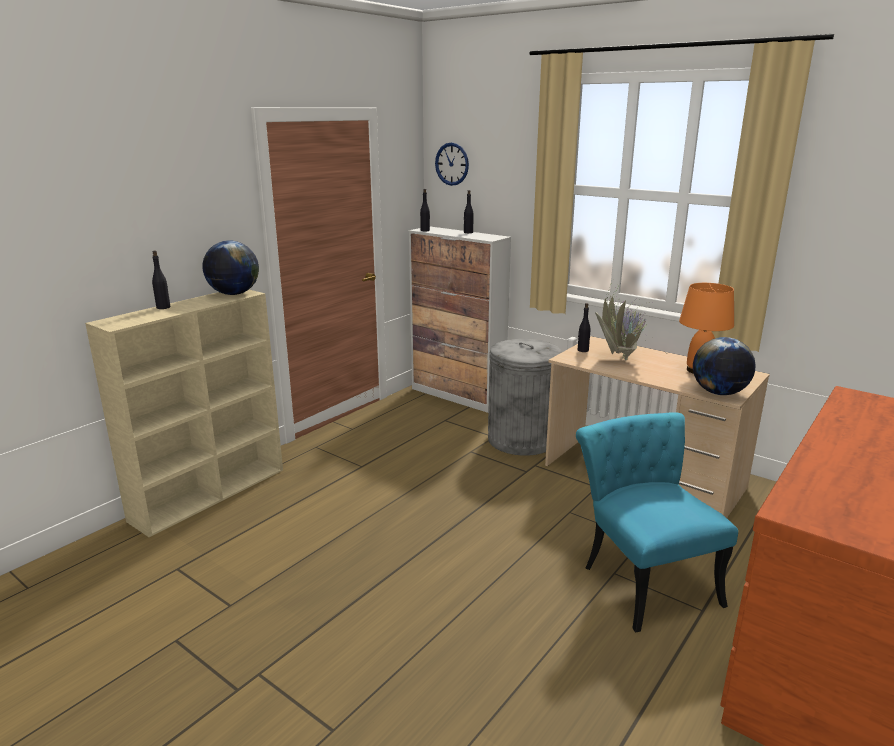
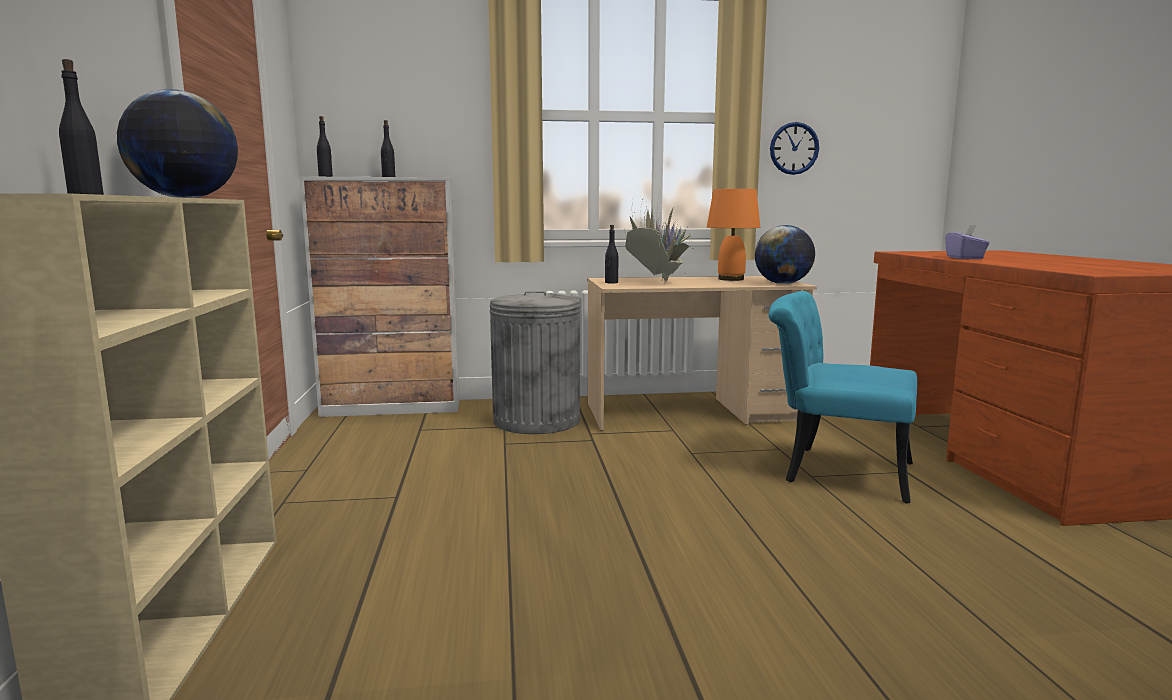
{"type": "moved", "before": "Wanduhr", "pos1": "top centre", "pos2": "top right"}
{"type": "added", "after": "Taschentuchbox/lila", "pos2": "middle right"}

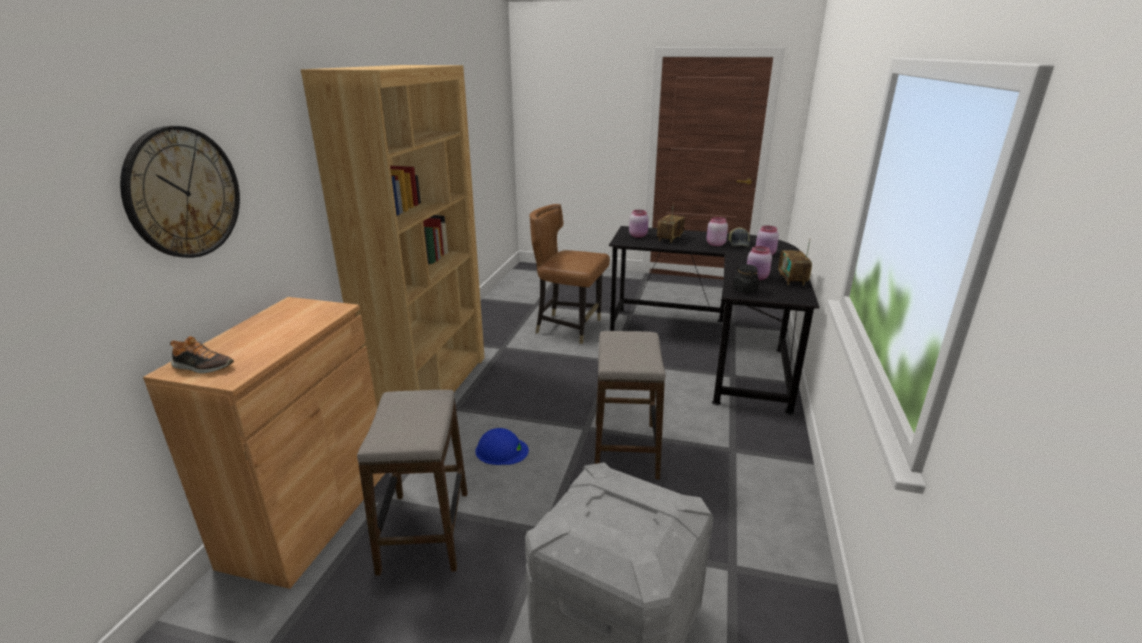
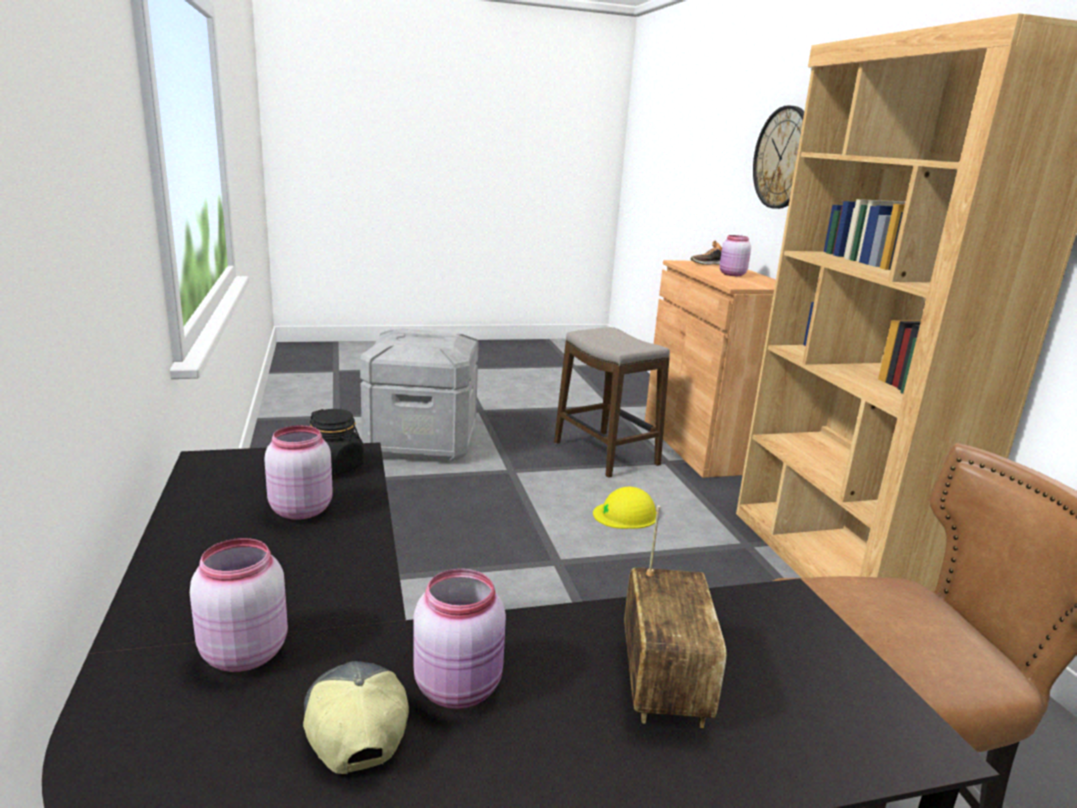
{"type": "moved", "before": "Vorratsglas/rosa (1st from left in the first image)", "after": "Vorratsglas/rosa (4th from left)", "pos1": "centre", "pos2": "top right"}
{"type": "removed", "before": "Radio (2nd from left)", "pos1": "middle right"}
{"type": "removed", "before": "Hocker (2nd from left)", "pos1": "centre"}
{"type": "recoloured", "before": "Schutzhelm/blau", "after": "Schutzhelm/gelb", "pos1": "bottom centre", "pos2": "centre"}

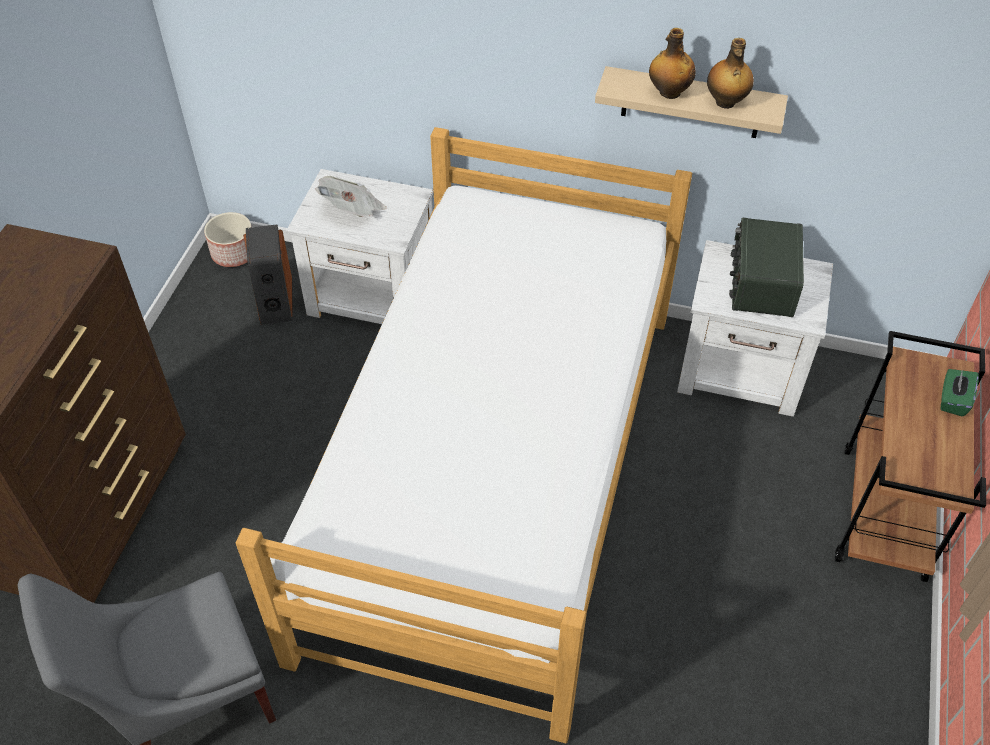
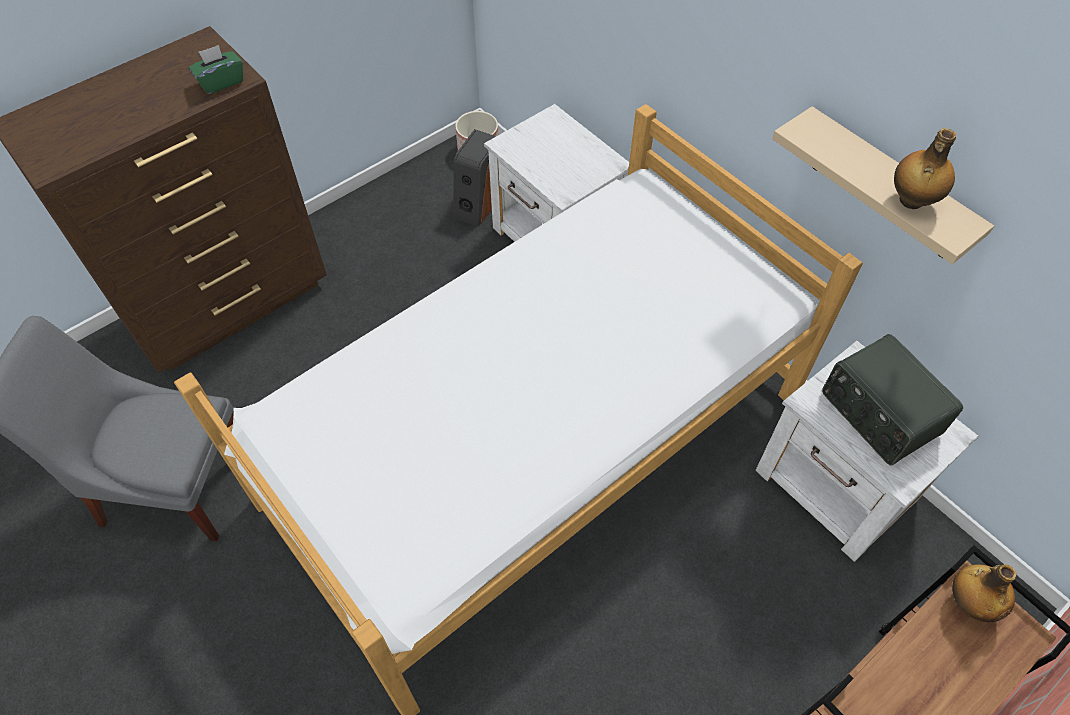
{"type": "moved", "before": "Flasche (1st from left in the first image)", "after": "Flasche (2nd from left)", "pos1": "top right", "pos2": "bottom right"}
{"type": "removed", "before": "Zeitung", "pos1": "top centre"}
{"type": "turned", "before": "Radio", "pos1": "middle right", "pos2": "middle right", "turn": -75}
{"type": "moved", "before": "Taschentuchbox/grün", "pos1": "middle right", "pos2": "top left"}

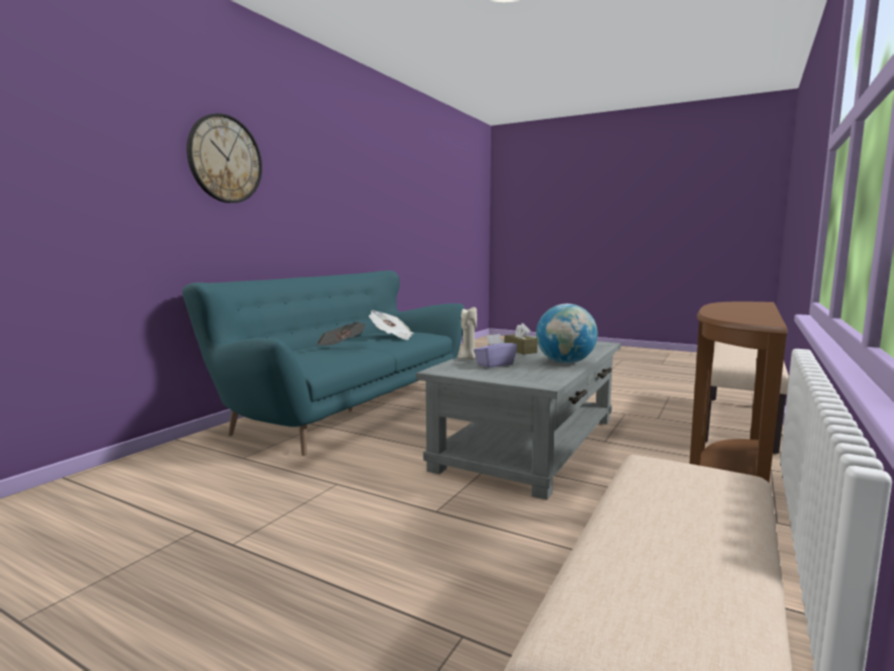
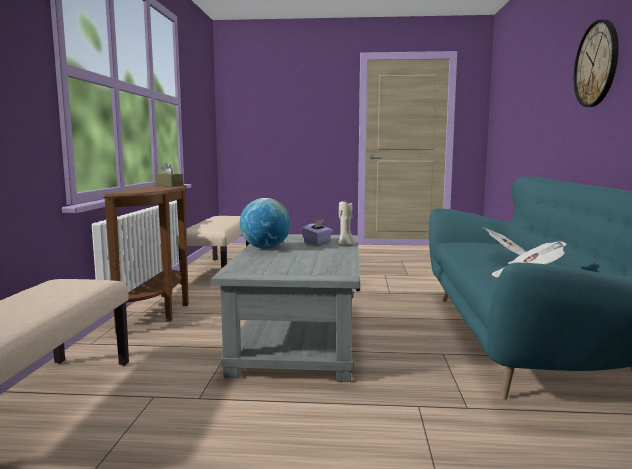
{"type": "moved", "before": "Taschentuchbox/braun", "pos1": "centre", "pos2": "middle left"}

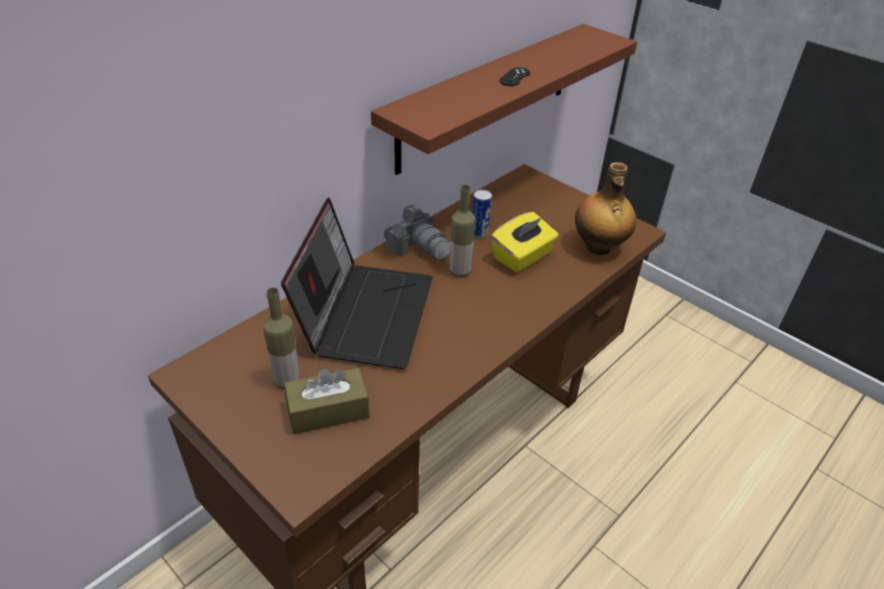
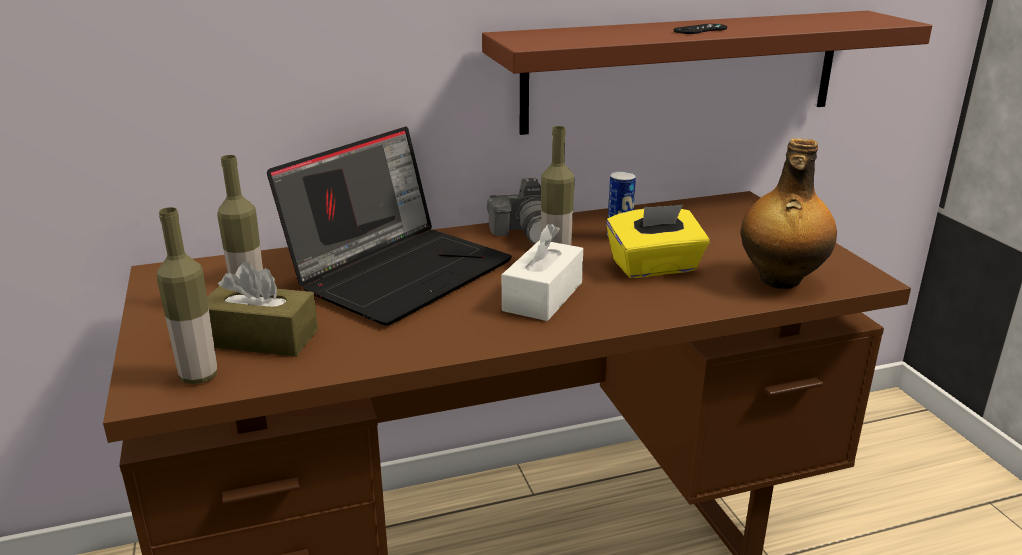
{"type": "added", "after": "Flasche (1st from left)", "pos2": "middle left"}
{"type": "added", "after": "Taschentuchbox/weiß", "pos2": "centre"}

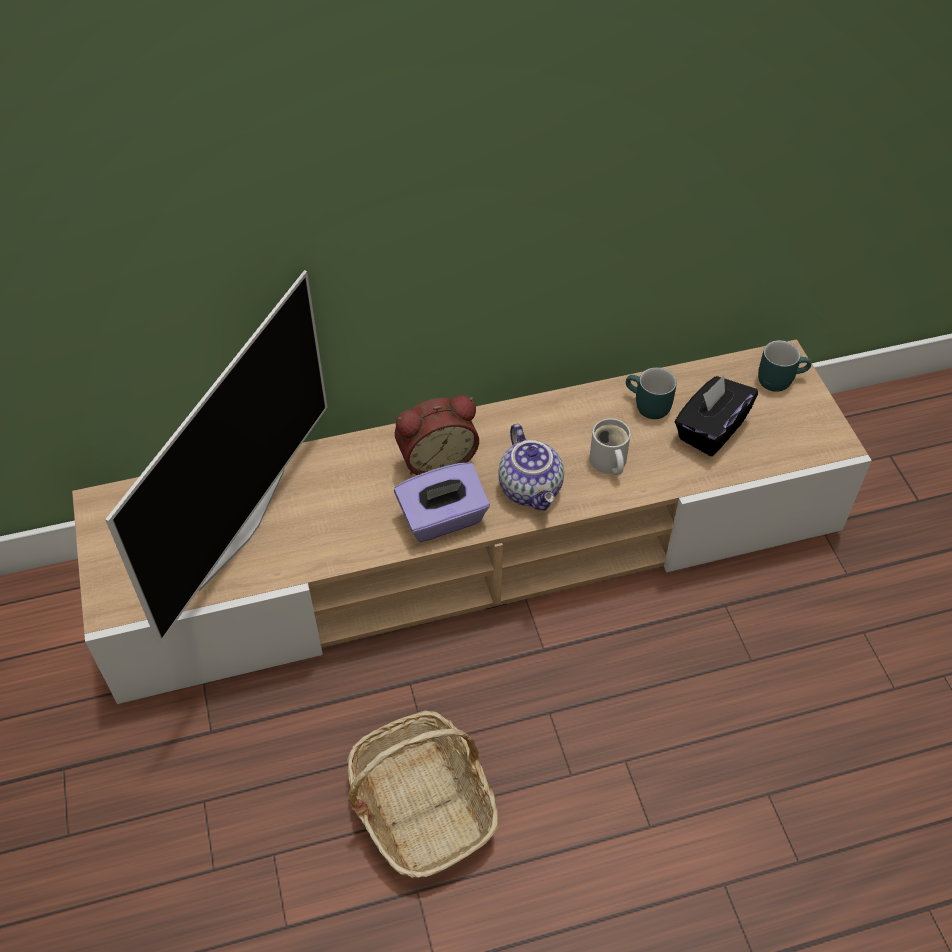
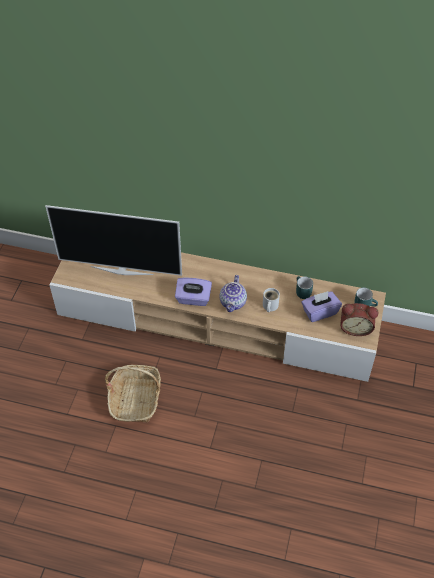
{"type": "turned", "before": "Fernseher", "pos1": "middle left", "pos2": "middle left", "turn": 45}
{"type": "recoloured", "before": "Taschentuchbox/schwarz", "after": "Taschentuchbox/lila (2nd from left)", "pos1": "middle right", "pos2": "middle right"}
{"type": "moved", "before": "Wecker", "pos1": "centre", "pos2": "middle right"}

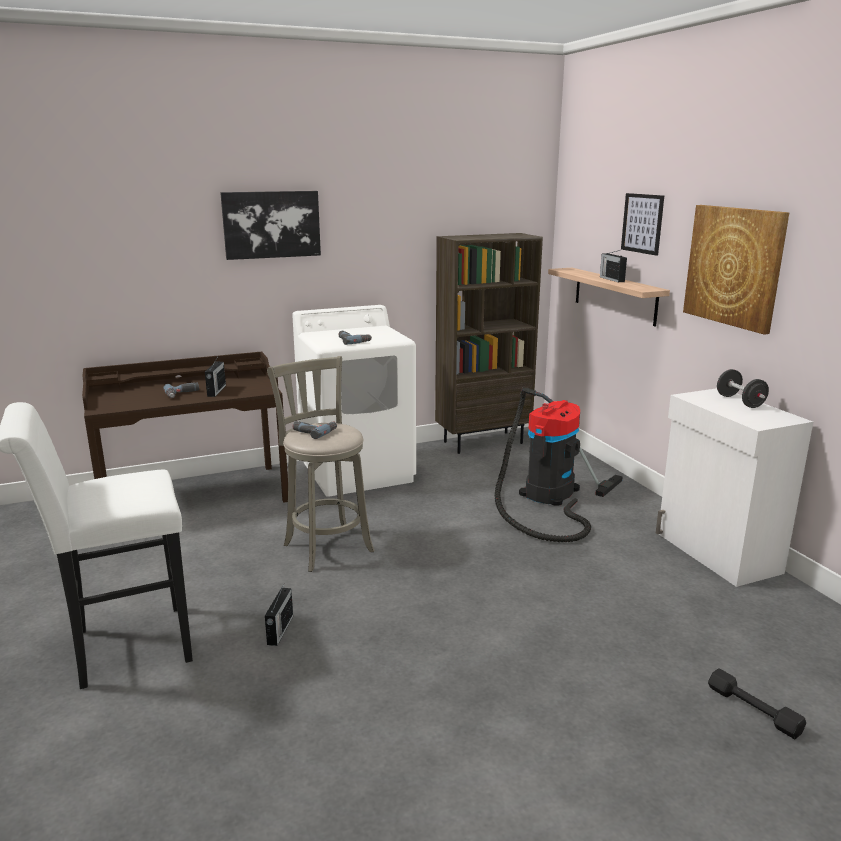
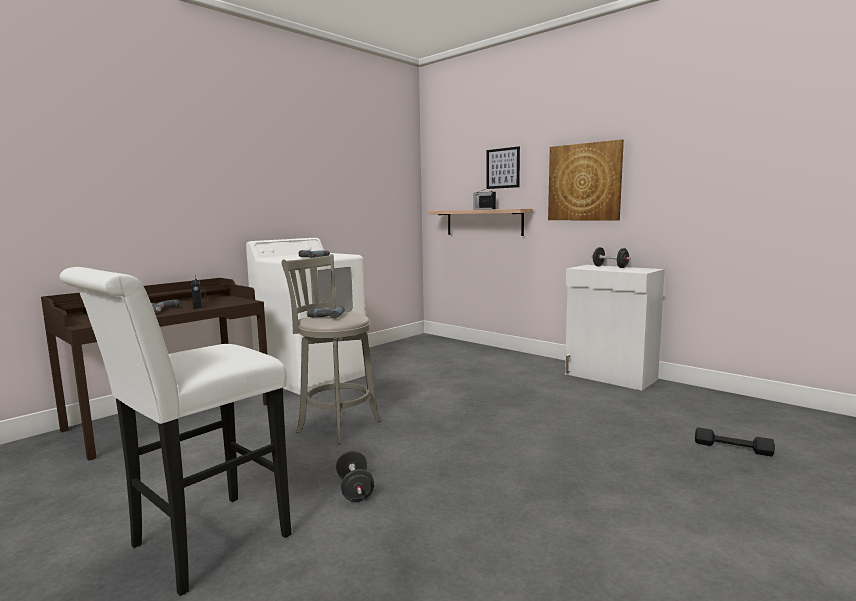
{"type": "removed", "before": "Bild (1st from left)", "pos1": "top left"}
{"type": "removed", "before": "Bücherregal/braun", "pos1": "centre"}
{"type": "removed", "before": "Staubsauger", "pos1": "centre"}
{"type": "replaced", "before": "Radio (2nd from left)", "after": "Hantel/schwarz (1st from left)", "pos1": "bottom left", "pos2": "bottom centre"}

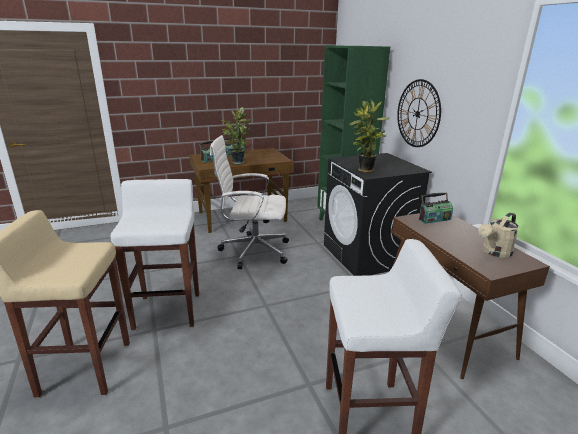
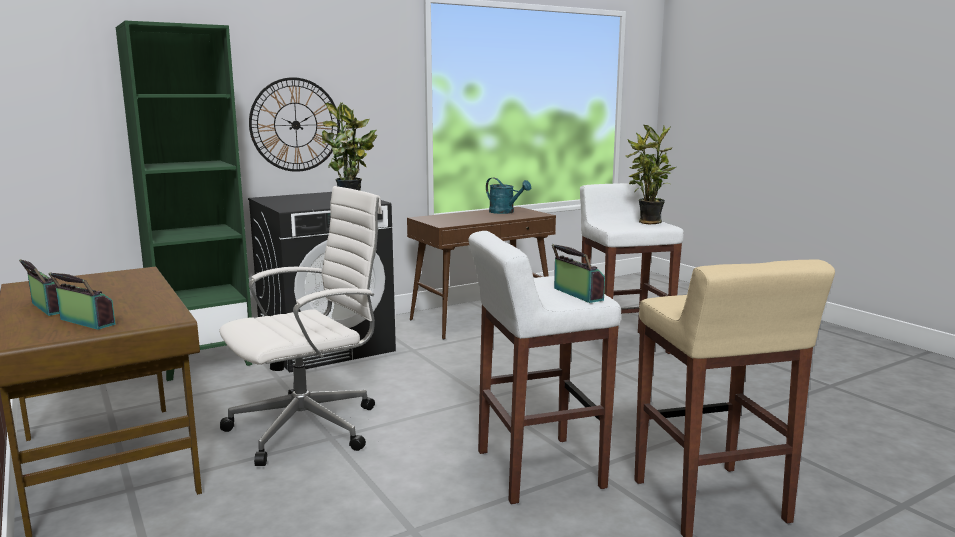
{"type": "moved", "before": "Topfpflanze (1st from left in the first image)", "after": "Topfpflanze (2nd from left)", "pos1": "top centre", "pos2": "top right"}
{"type": "turned", "before": "Bürostuhl/weiß", "pos1": "centre", "pos2": "middle left", "turn": -120}
{"type": "moved", "before": "Radio (3rd from left)", "pos1": "middle right", "pos2": "centre"}
{"type": "recoloured", "before": "Gießkanne/beige", "after": "Gießkanne/türkis", "pos1": "middle right", "pos2": "centre"}

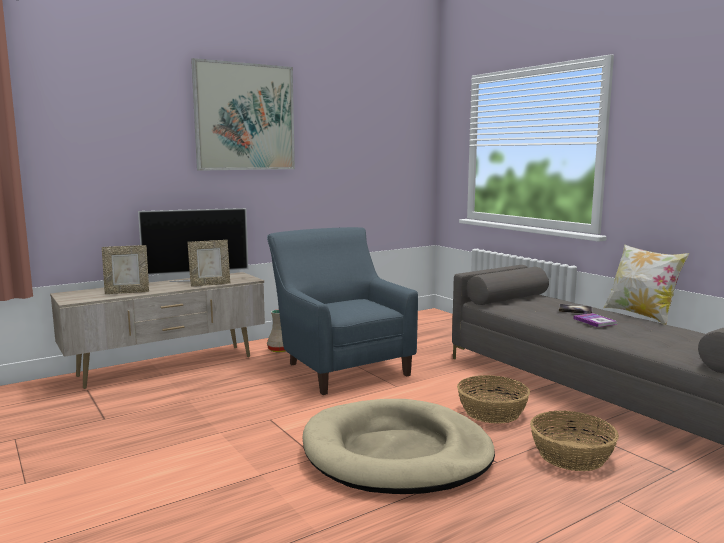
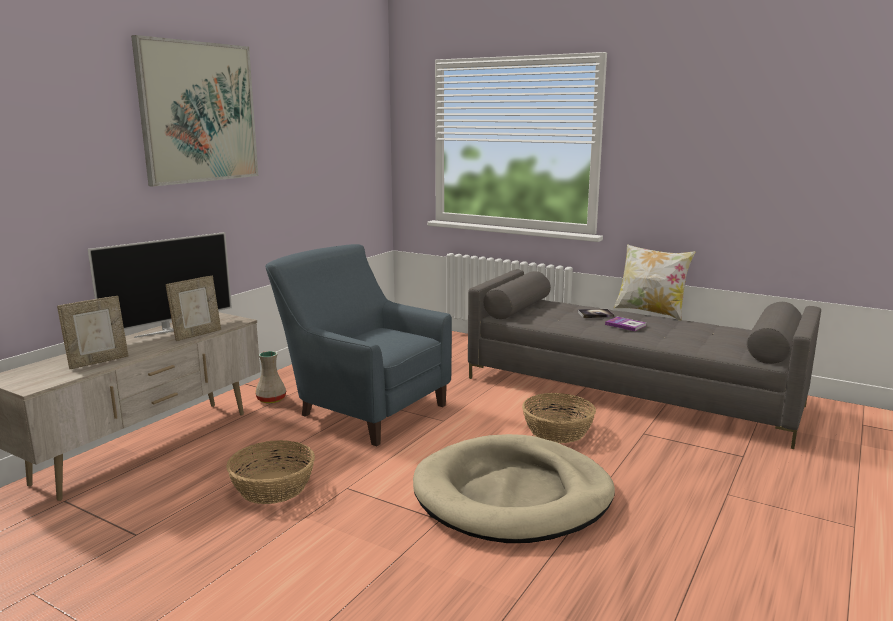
{"type": "moved", "before": "Korb (2nd from left in the first image)", "after": "Korb (1st from left)", "pos1": "bottom right", "pos2": "bottom left"}

